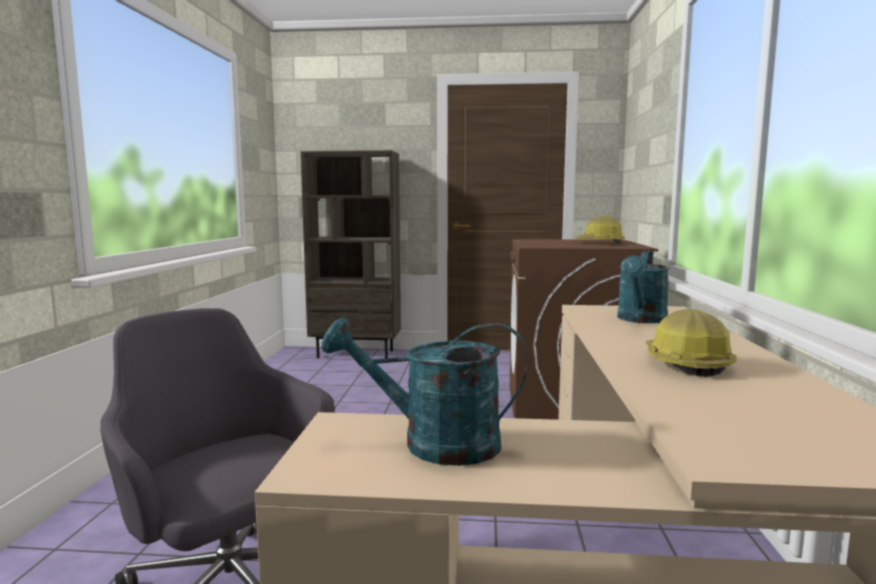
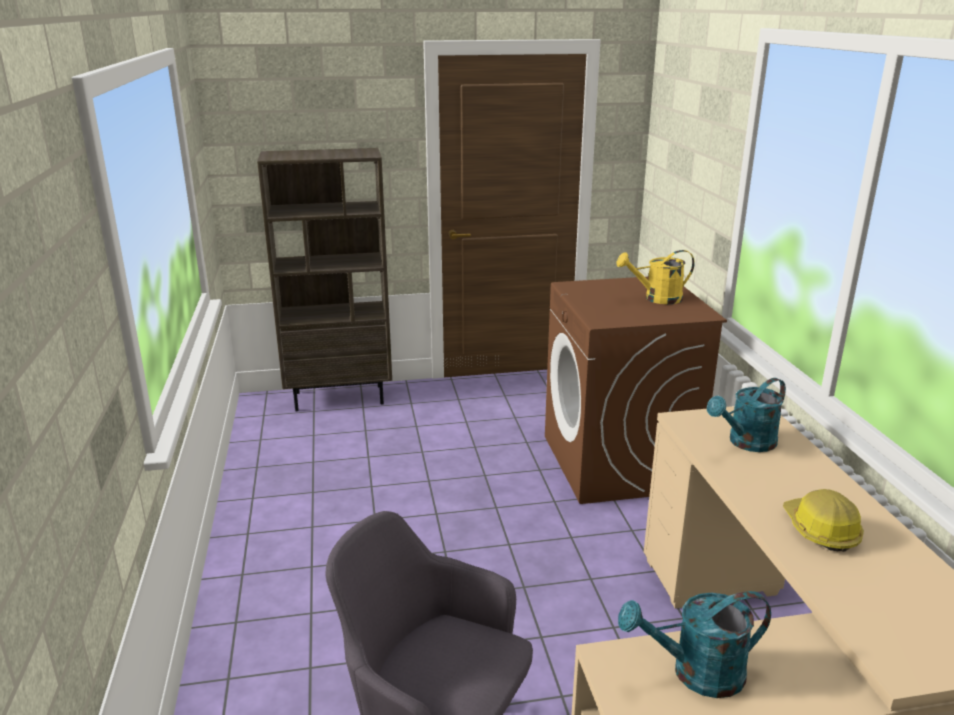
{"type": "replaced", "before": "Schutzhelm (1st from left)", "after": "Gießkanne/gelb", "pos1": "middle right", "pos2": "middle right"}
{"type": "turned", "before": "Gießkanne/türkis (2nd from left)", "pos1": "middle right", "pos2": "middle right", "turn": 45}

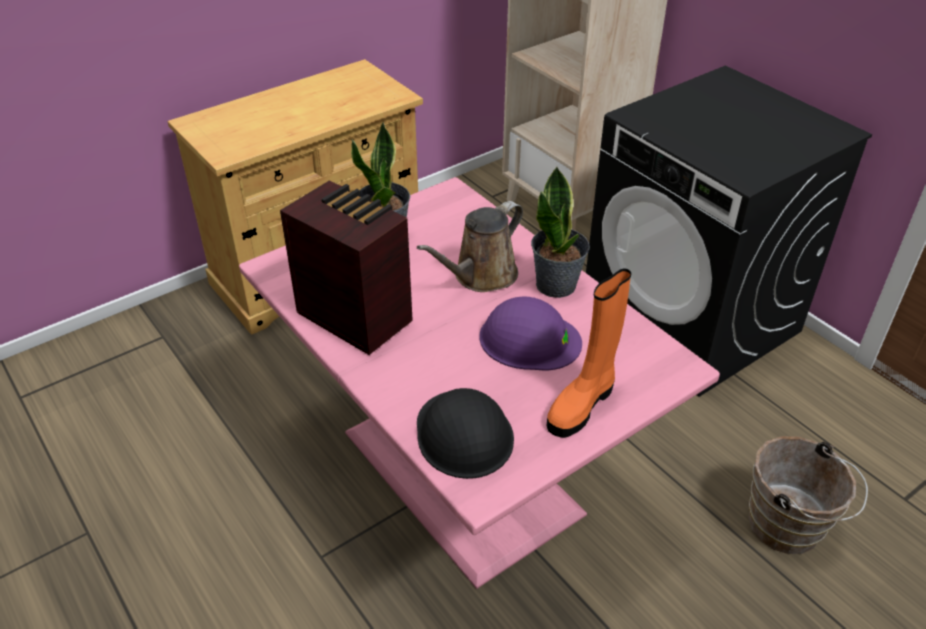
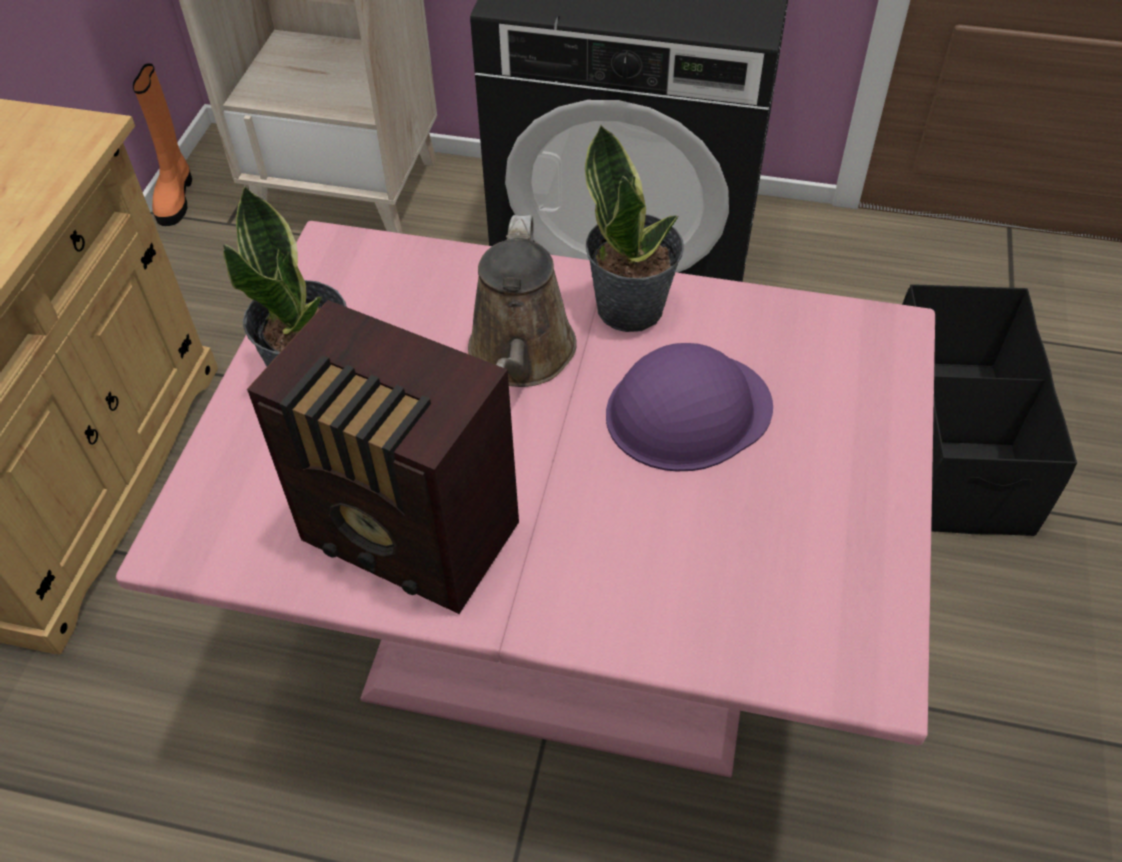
{"type": "turned", "before": "Radio", "pos1": "centre", "pos2": "centre", "turn": -150}
{"type": "moved", "before": "Stiefel/orange", "pos1": "centre", "pos2": "top left"}
{"type": "removed", "before": "Schutzhelm/schwarz", "pos1": "bottom centre"}
{"type": "replaced", "before": "Eimer/braun", "after": "Aufbewahrungsbox/schwarz", "pos1": "bottom right", "pos2": "middle right"}

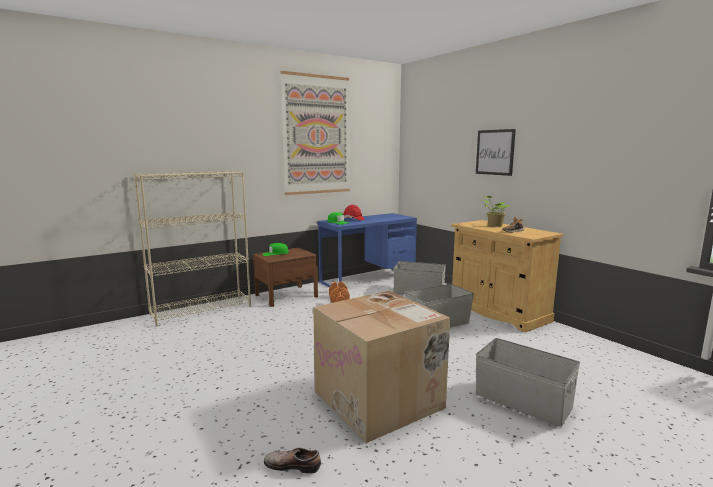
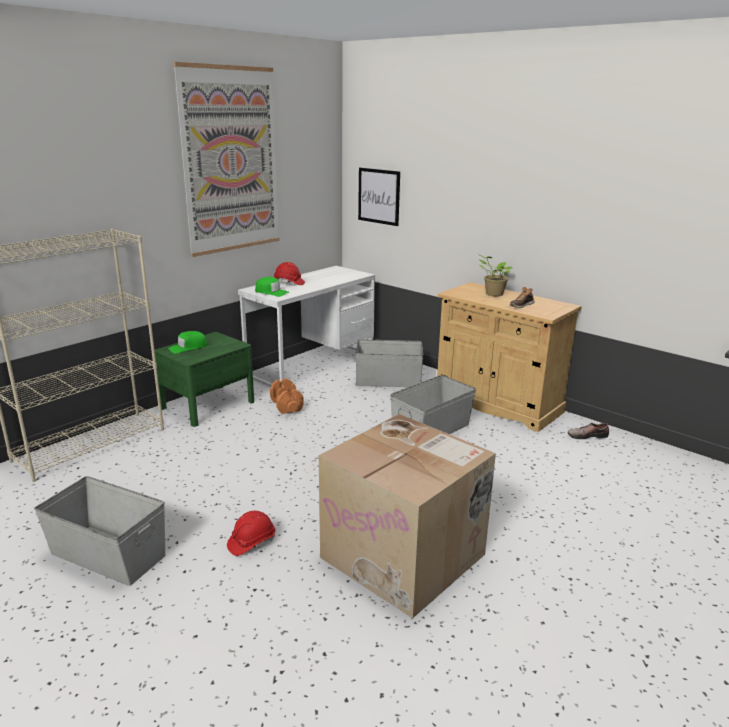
{"type": "moved", "before": "Bild (2nd from left)", "pos1": "top right", "pos2": "top centre"}
{"type": "recoloured", "before": "Schreibtisch/blau", "after": "Schreibtisch/weiß", "pos1": "centre", "pos2": "centre"}
{"type": "recoloured", "before": "Nachttisch/braun", "after": "Nachttisch/grün", "pos1": "centre", "pos2": "middle left"}
{"type": "moved", "before": "Aufbewahrungsbox/grau (3rd from left in the first image)", "after": "Aufbewahrungsbox/grau (1st from left)", "pos1": "bottom right", "pos2": "bottom left"}
{"type": "moved", "before": "Schuh (1st from left in the first image)", "after": "Schuh (2nd from left)", "pos1": "bottom centre", "pos2": "middle right"}
{"type": "added", "after": "Schutzhelm/rot (1st from left)", "pos2": "bottom centre"}

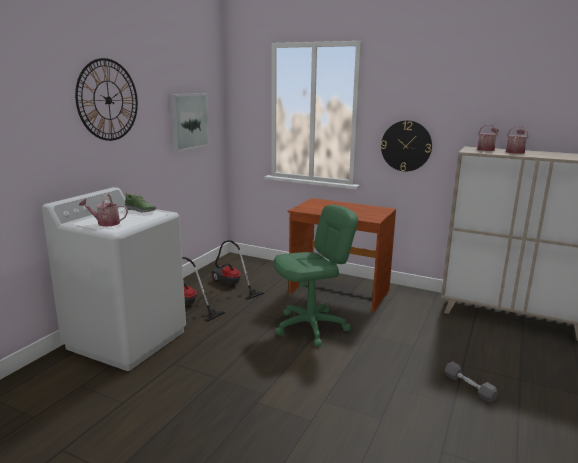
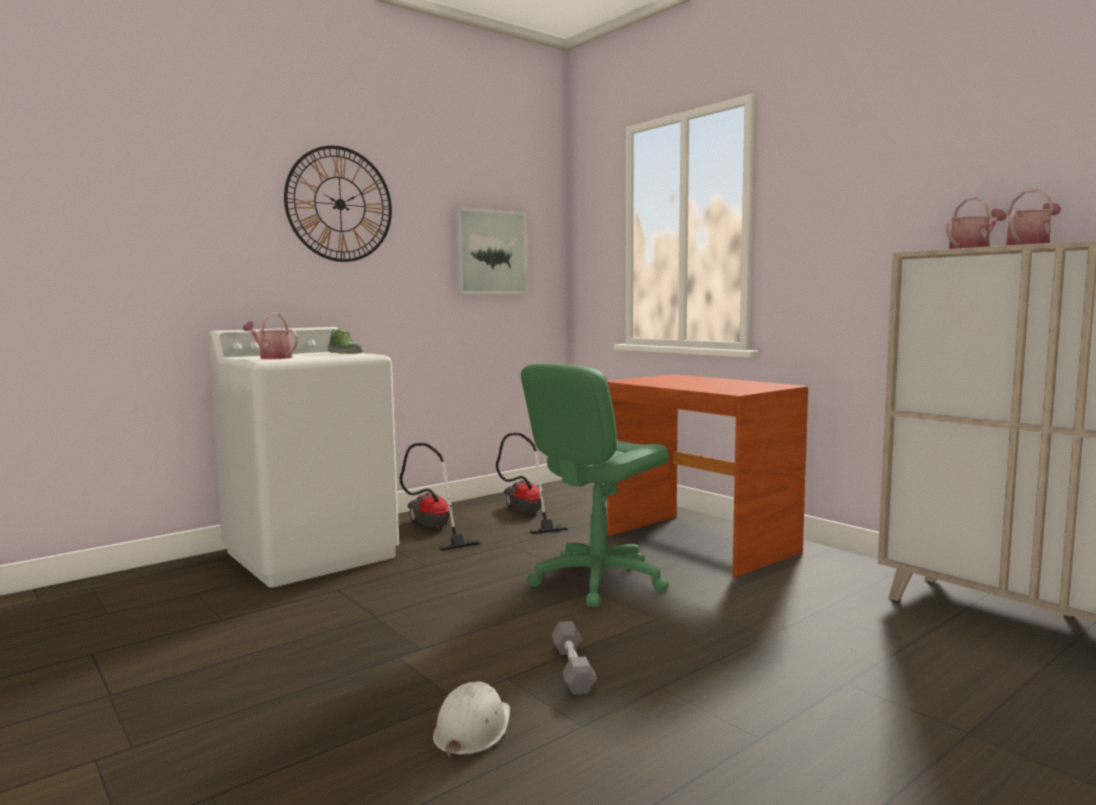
{"type": "removed", "before": "Wanduhr (2nd from left)", "pos1": "top right"}
{"type": "turned", "before": "Bürostuhl/grün", "pos1": "centre", "pos2": "centre", "turn": 135}
{"type": "moved", "before": "Hantel/grau", "pos1": "bottom right", "pos2": "bottom centre"}
{"type": "added", "after": "Schutzhelm/weiß", "pos2": "bottom centre"}

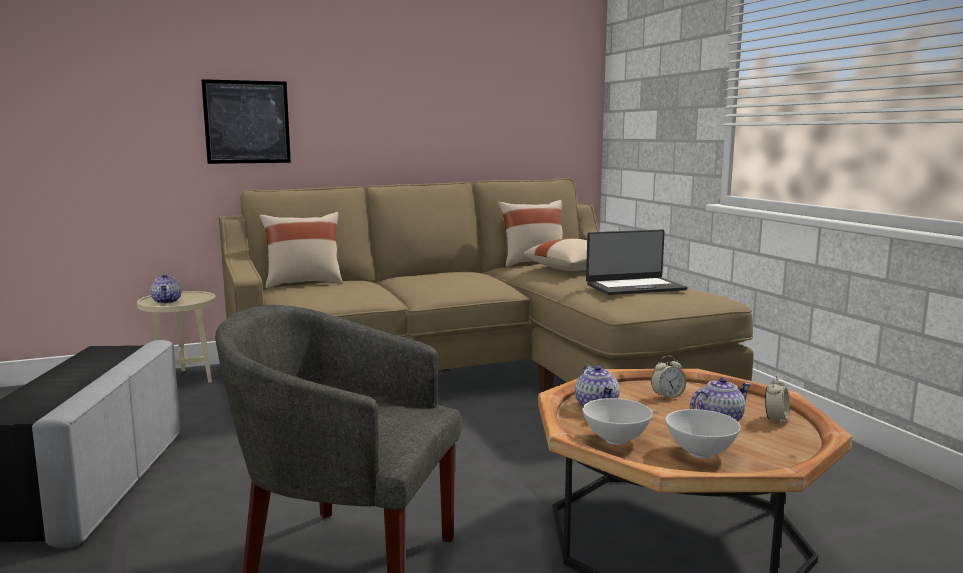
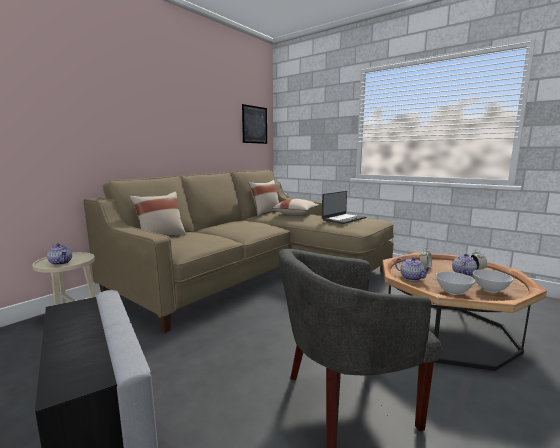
{"type": "moved", "before": "Bild", "pos1": "top left", "pos2": "top centre"}

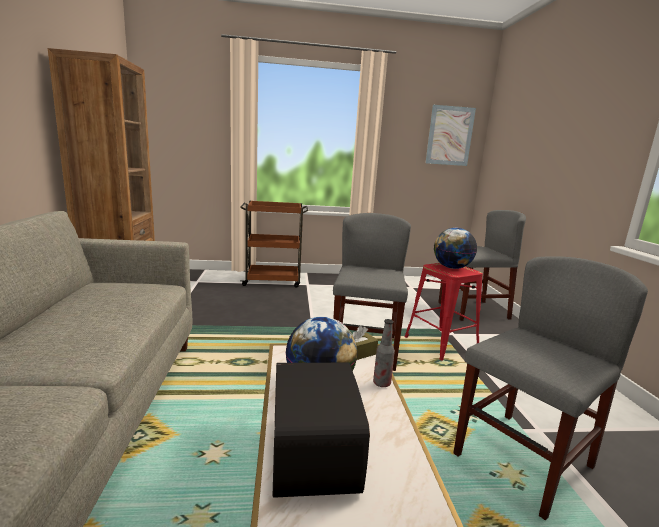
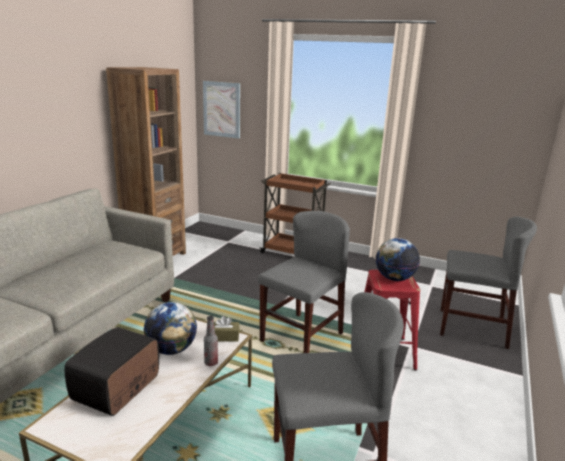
{"type": "moved", "before": "Bild", "pos1": "top right", "pos2": "top centre"}

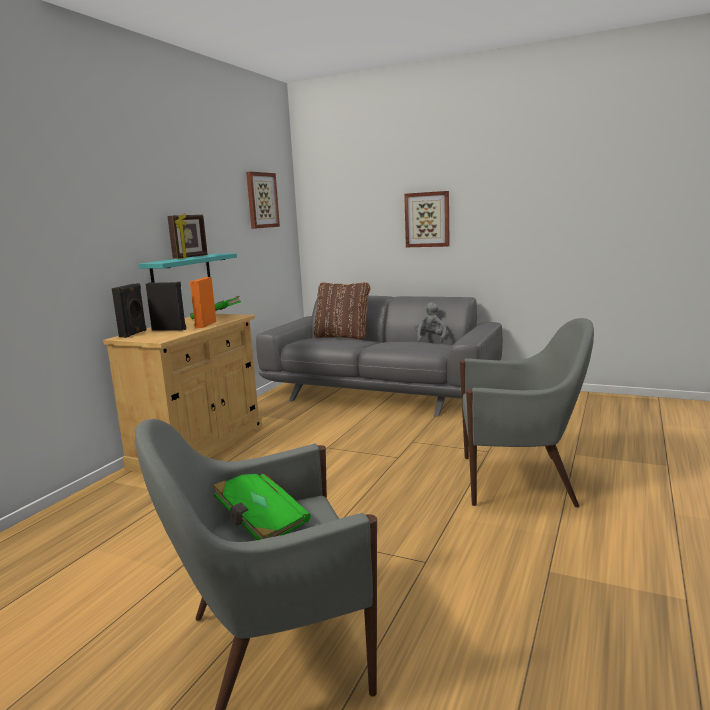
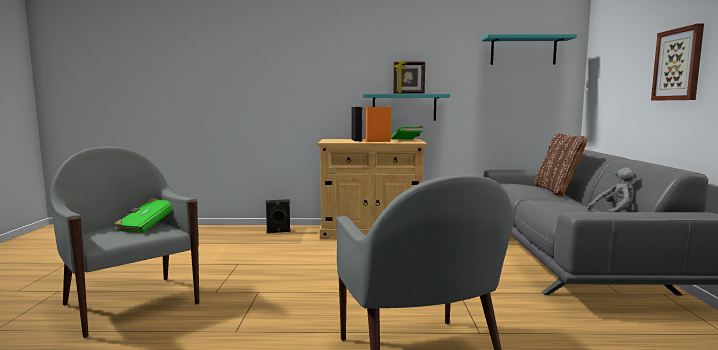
{"type": "replaced", "before": "Bild (1st from left)", "after": "Wandregal/türkis (2nd from left)", "pos1": "top centre", "pos2": "top right"}
{"type": "moved", "before": "Lautsprecher/schwarz (1st from left)", "pos1": "middle left", "pos2": "centre"}

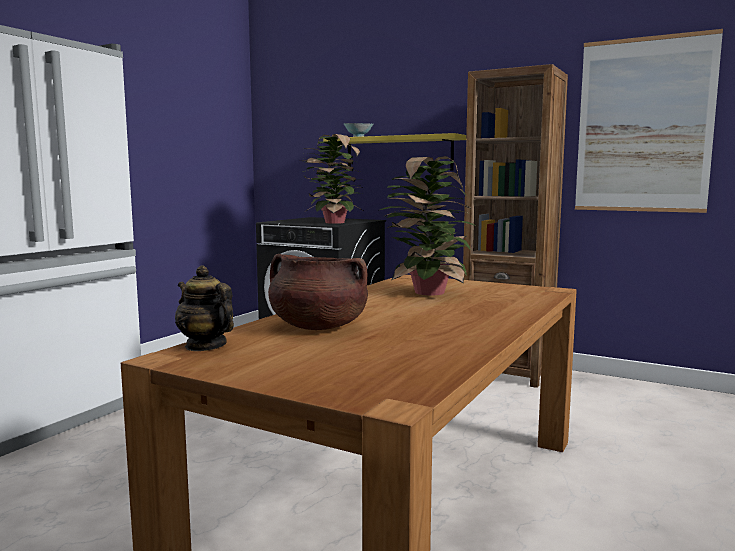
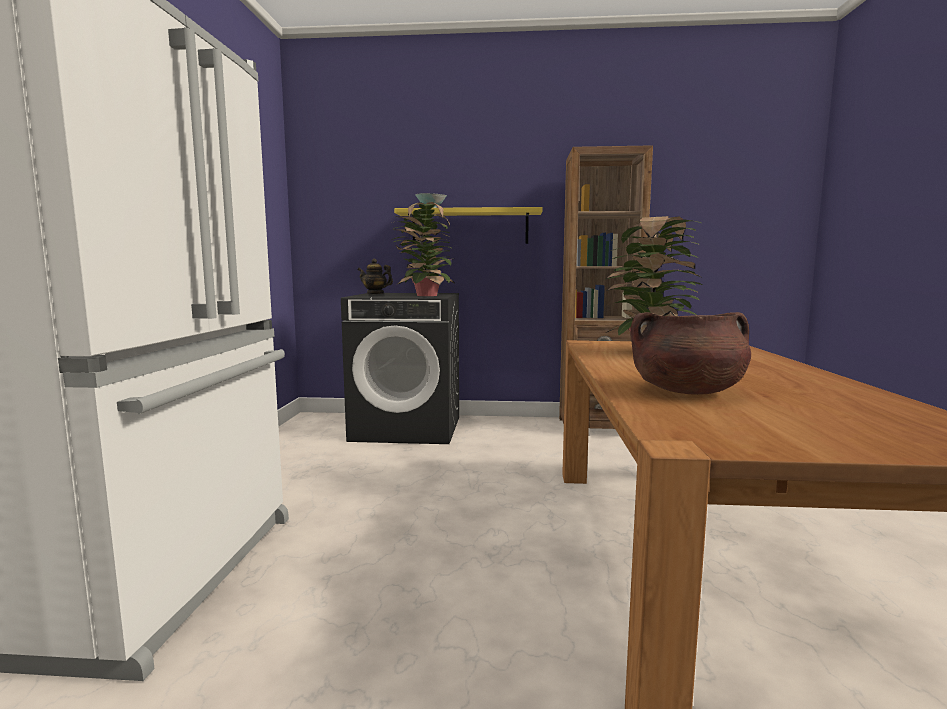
{"type": "removed", "before": "Bild", "pos1": "top right"}
{"type": "moved", "before": "Teekanne", "pos1": "middle left", "pos2": "centre"}

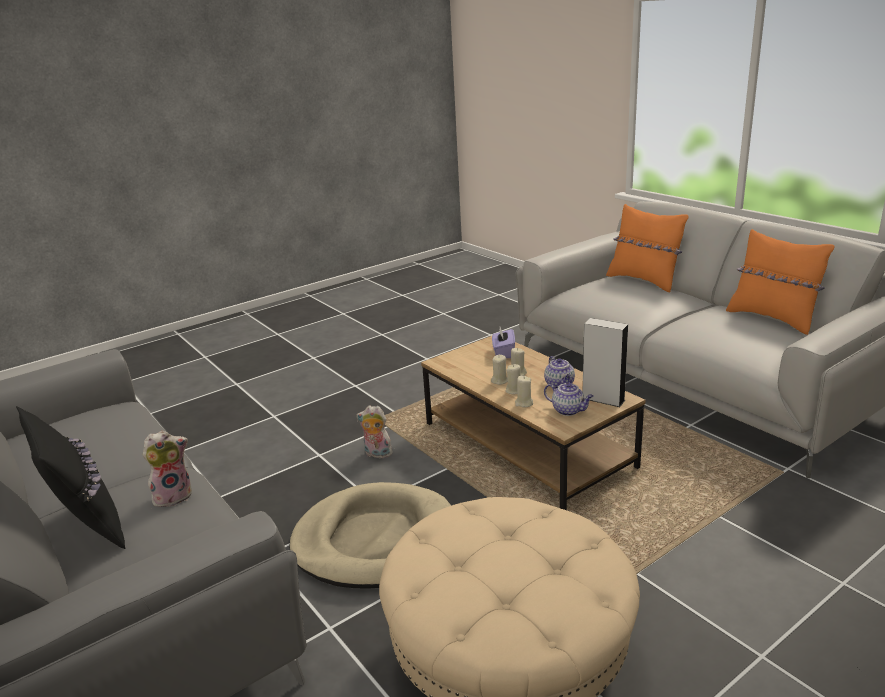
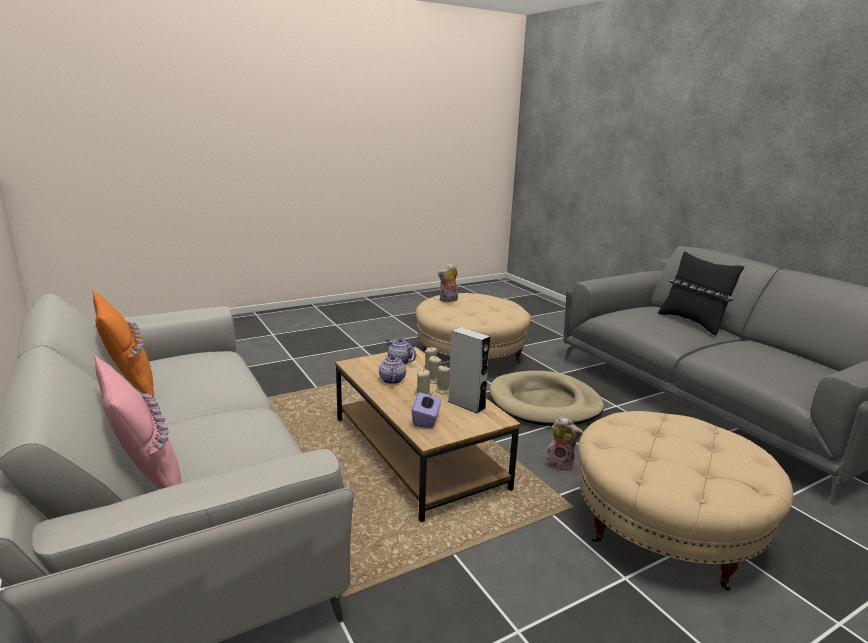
{"type": "recoloured", "before": "Kissen/orange (1st from left)", "after": "Kissen/rosa", "pos1": "middle right", "pos2": "middle left"}
{"type": "moved", "before": "Lautsprecher/grau", "pos1": "middle right", "pos2": "centre"}
{"type": "moved", "before": "Plüschtier (1st from left)", "pos1": "bottom left", "pos2": "centre"}
{"type": "added", "after": "Polsterhocker/beige (2nd from left)", "pos2": "bottom right"}

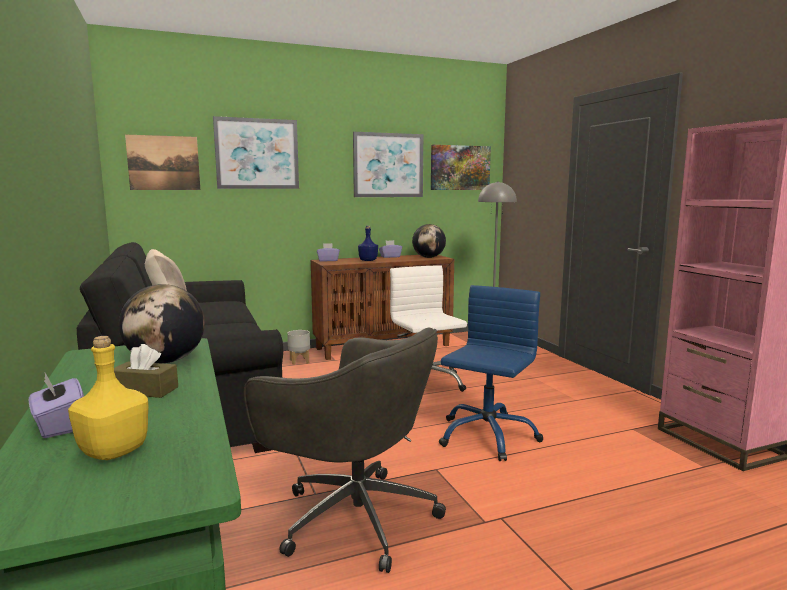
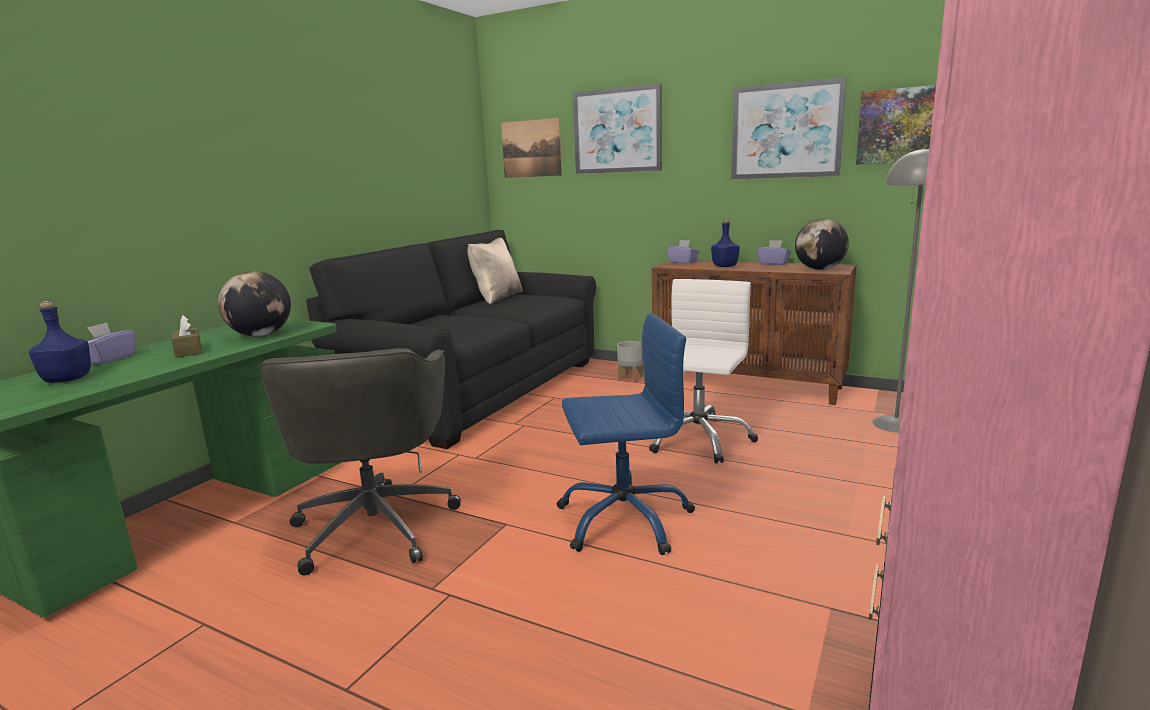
{"type": "recoloured", "before": "Flasche/gelb", "after": "Flasche/blau (1st from left)", "pos1": "bottom left", "pos2": "middle left"}

